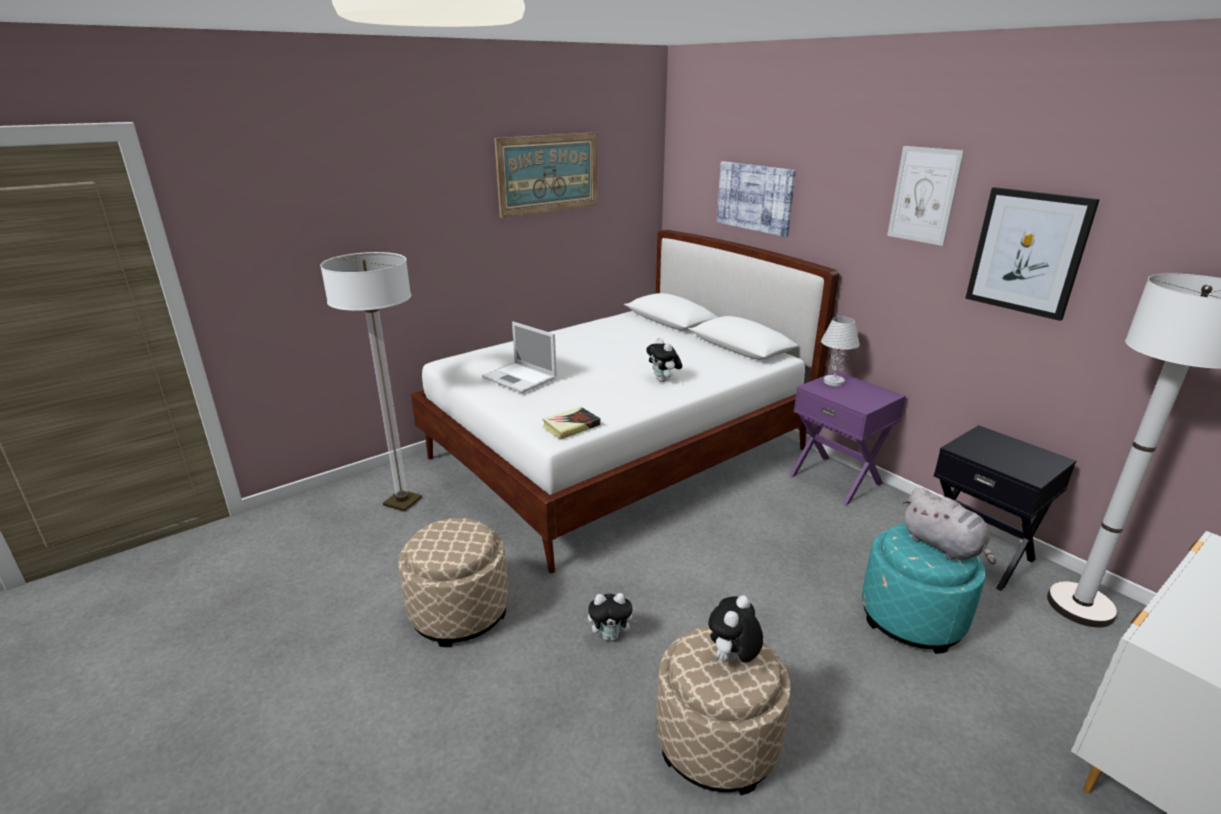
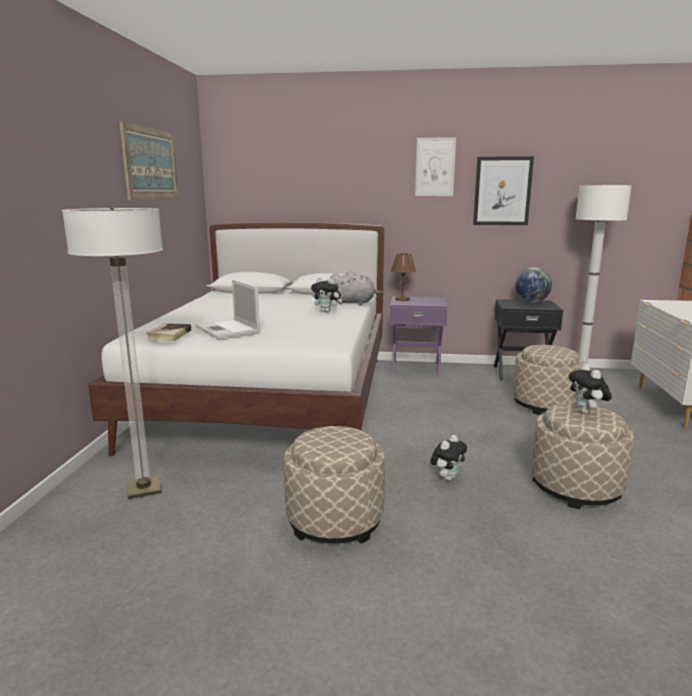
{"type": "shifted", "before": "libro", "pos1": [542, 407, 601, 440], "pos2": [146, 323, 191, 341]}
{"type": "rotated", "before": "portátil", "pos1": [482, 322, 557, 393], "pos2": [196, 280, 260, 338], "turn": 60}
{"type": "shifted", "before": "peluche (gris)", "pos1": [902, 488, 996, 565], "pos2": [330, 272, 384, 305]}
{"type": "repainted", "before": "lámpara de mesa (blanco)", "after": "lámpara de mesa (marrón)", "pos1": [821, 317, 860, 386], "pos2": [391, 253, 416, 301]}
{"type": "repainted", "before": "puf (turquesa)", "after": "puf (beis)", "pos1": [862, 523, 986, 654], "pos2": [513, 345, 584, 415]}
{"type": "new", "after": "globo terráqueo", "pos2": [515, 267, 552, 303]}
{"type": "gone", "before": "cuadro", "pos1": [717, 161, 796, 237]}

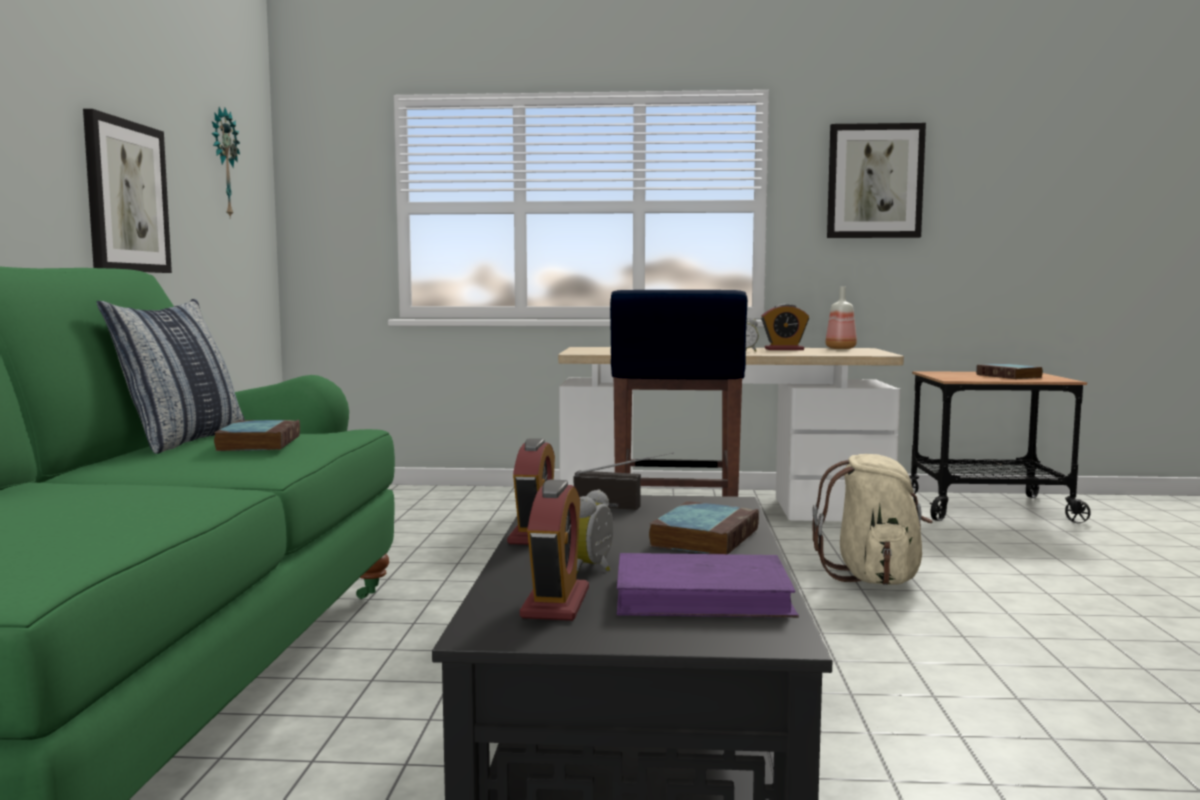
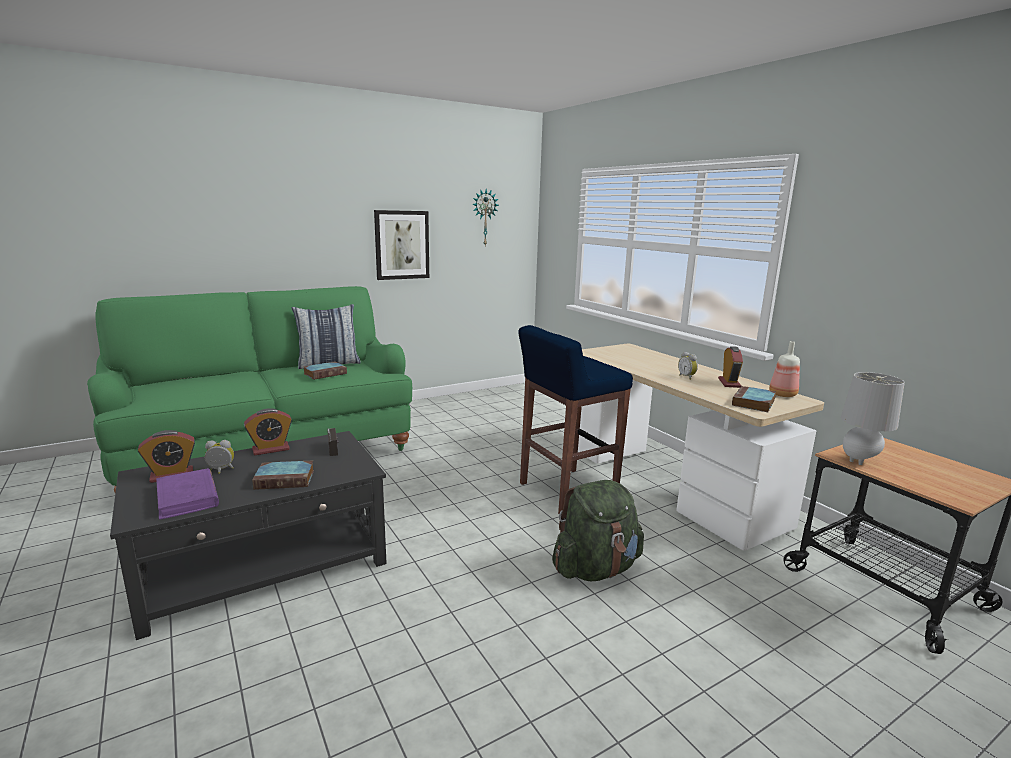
{"type": "repainted", "before": "mochila (beis)", "after": "mochila (verde)", "pos1": [812, 454, 933, 585], "pos2": [552, 480, 644, 581]}
{"type": "rotated", "before": "despertador", "pos1": [761, 304, 809, 350], "pos2": [718, 346, 743, 388], "turn": -135}
{"type": "shifted", "before": "libro", "pos1": [976, 363, 1043, 379], "pos2": [732, 386, 776, 412]}
{"type": "new", "after": "lámpara de mesa (gris)", "pos2": [841, 372, 905, 465]}
{"type": "gone", "before": "cuadro", "pos1": [827, 123, 926, 238]}

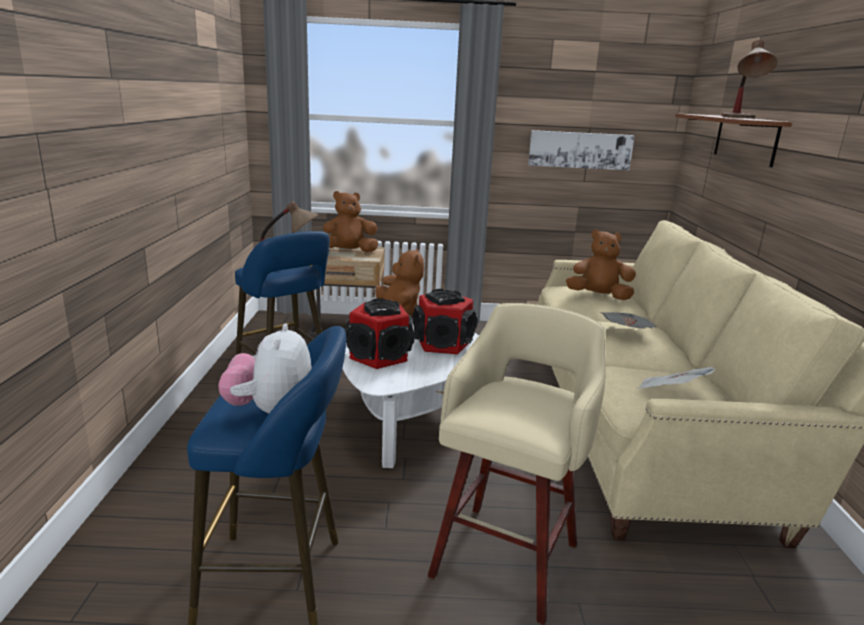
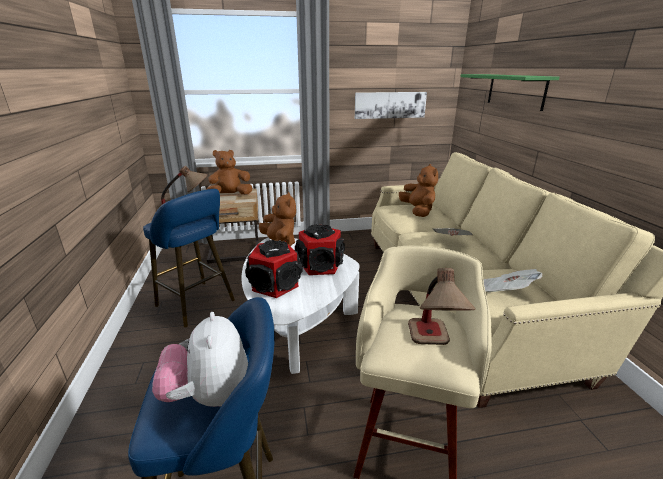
{"type": "rotated", "before": "peluche (marrón)", "pos1": [566, 229, 636, 300], "pos2": [399, 164, 438, 217], "turn": 75}
{"type": "shifted", "before": "lámpara de mesa", "pos1": [721, 40, 778, 119], "pos2": [408, 268, 475, 345]}
{"type": "repainted", "before": "estante (marrón)", "after": "estante (verde)", "pos1": [675, 113, 792, 167], "pos2": [460, 74, 559, 111]}

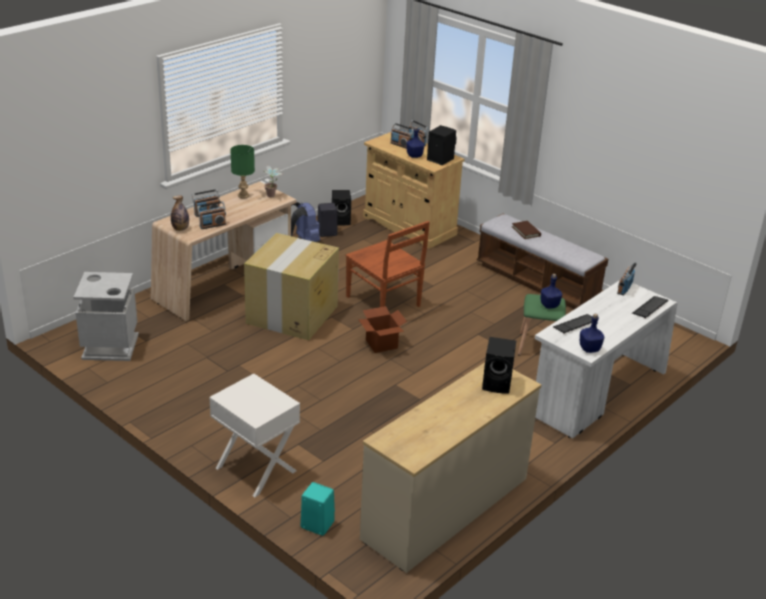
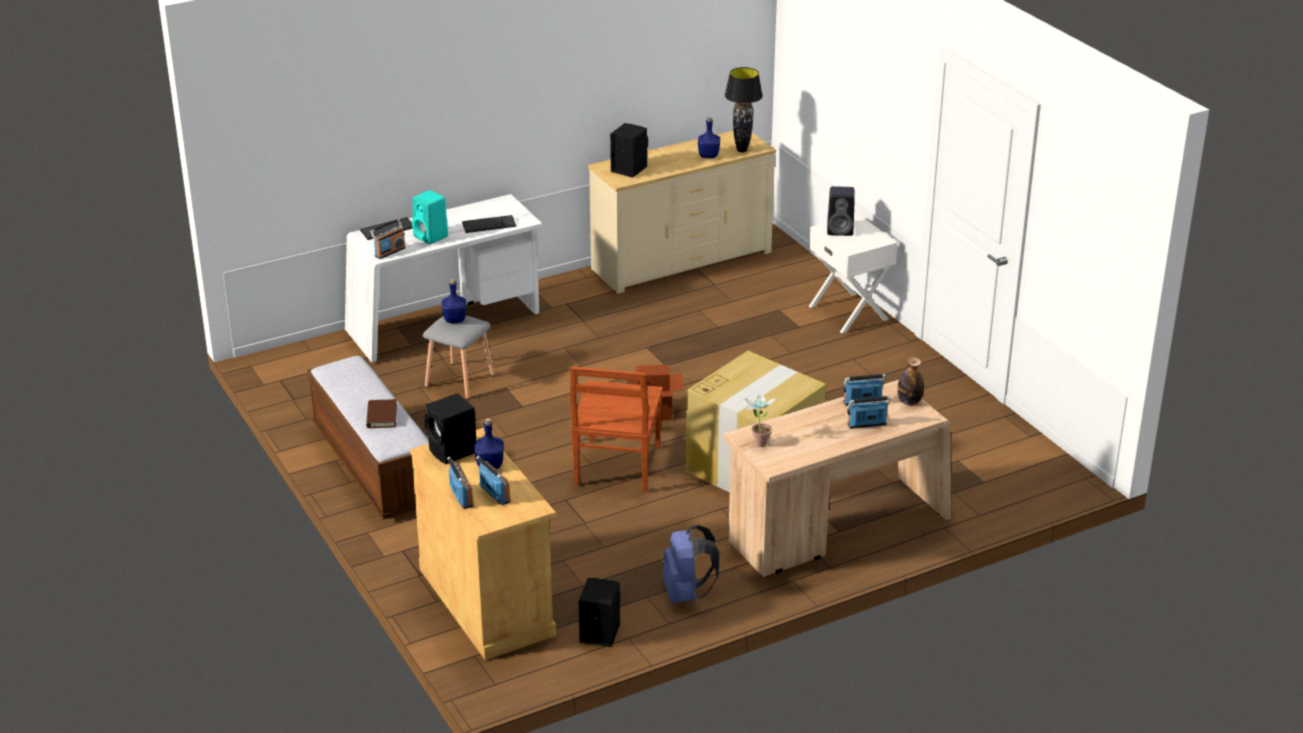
{"type": "shifted", "before": "altavoz (turquesa)", "pos1": [301, 482, 335, 536], "pos2": [412, 190, 448, 244]}
{"type": "repainted", "before": "taburete (verde)", "after": "taburete (gris)", "pos1": [518, 294, 566, 356], "pos2": [423, 316, 495, 400]}
{"type": "rotated", "before": "silla (marrón)", "pos1": [345, 221, 430, 307], "pos2": [570, 366, 663, 493], "turn": -150}
{"type": "shifted", "before": "botella (azul)", "pos1": [580, 314, 604, 353], "pos2": [698, 117, 720, 158]}
{"type": "new", "after": "lámpara de mesa (negro)", "pos2": [725, 67, 763, 152]}
{"type": "shifted", "before": "altavoz (negro)", "pos1": [317, 203, 338, 237], "pos2": [827, 186, 855, 236]}
{"type": "gone", "before": "papelera (gris)", "pos1": [73, 272, 139, 361]}
{"type": "gone", "before": "lámpara de mesa (verde)", "pos1": [230, 145, 255, 199]}

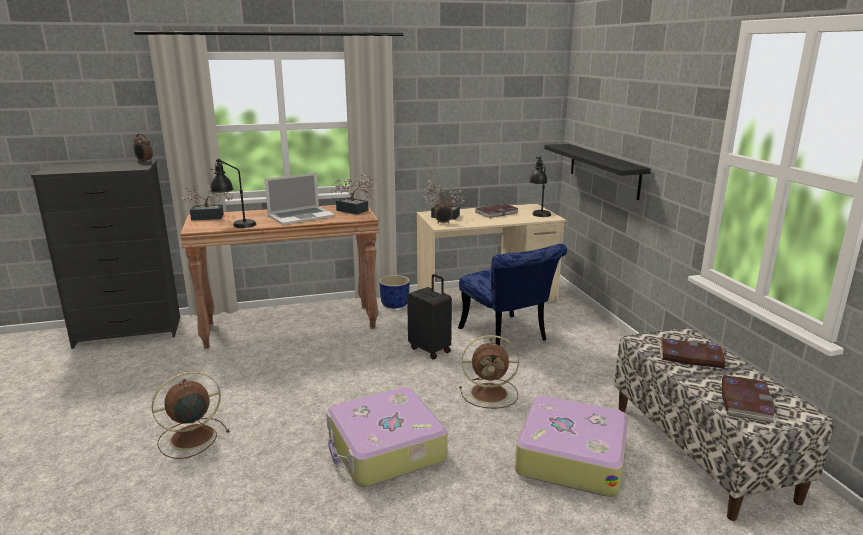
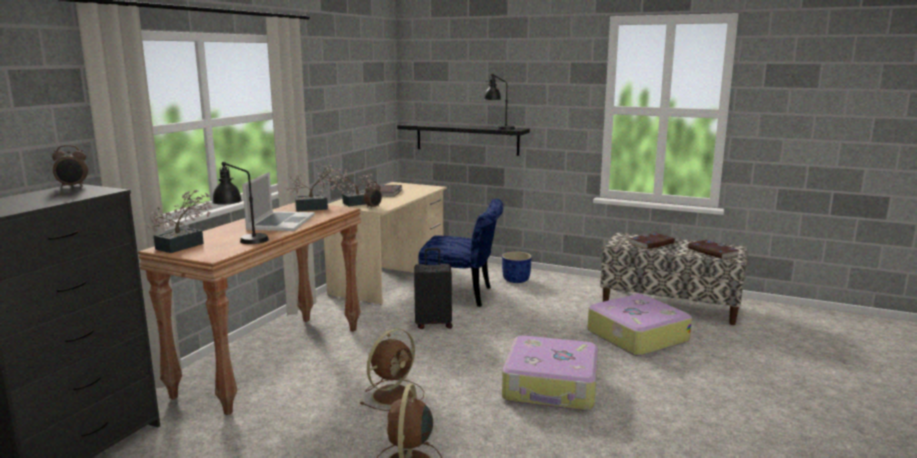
{"type": "shifted", "before": "ventilador (marrón)", "pos1": [459, 335, 519, 409], "pos2": [361, 328, 424, 411]}
{"type": "shifted", "before": "lámpara de mesa (negro)", "pos1": [529, 156, 551, 217], "pos2": [484, 74, 515, 130]}
{"type": "shifted", "before": "maceta (azul)", "pos1": [379, 275, 410, 309], "pos2": [502, 252, 532, 283]}

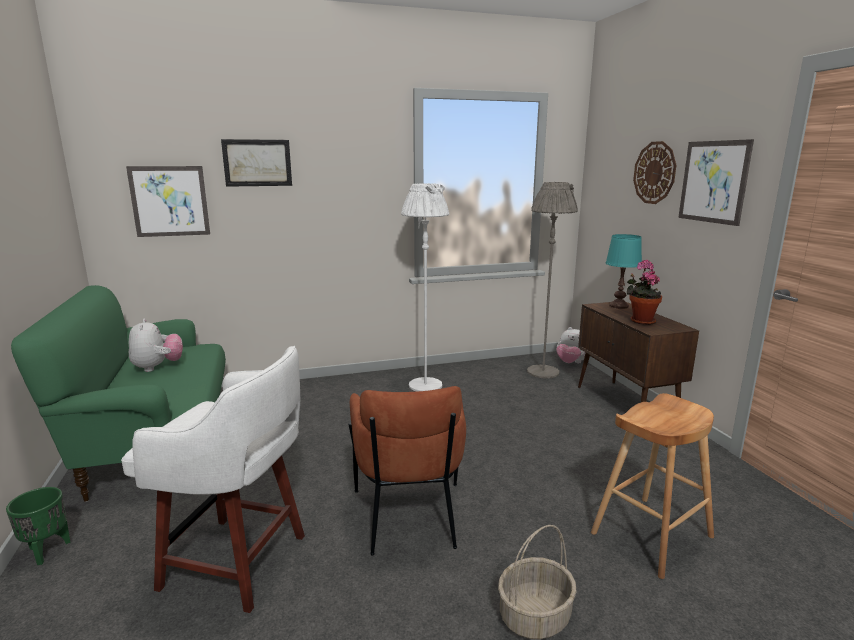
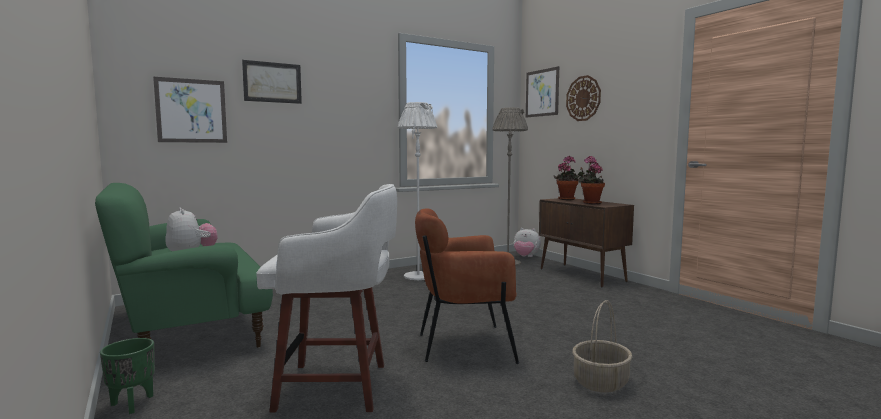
{"type": "rotated", "before": "sillón (marrón)", "pos1": [348, 386, 466, 556], "pos2": [415, 208, 519, 364], "turn": 105}
{"type": "shifted", "before": "cuadro", "pos1": [678, 139, 754, 226], "pos2": [526, 66, 559, 118]}
{"type": "swapped", "before": "lámpara de mesa (turquesa)", "after": "planta en maceta", "pos1": [606, 234, 642, 309], "pos2": [554, 156, 580, 200]}
{"type": "gone", "before": "taburete (marrón)", "pos1": [591, 393, 714, 579]}

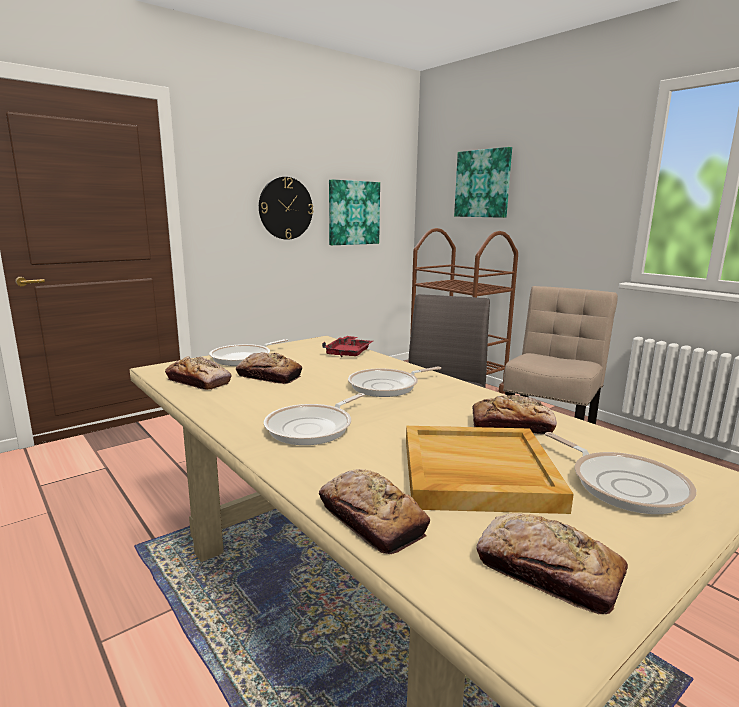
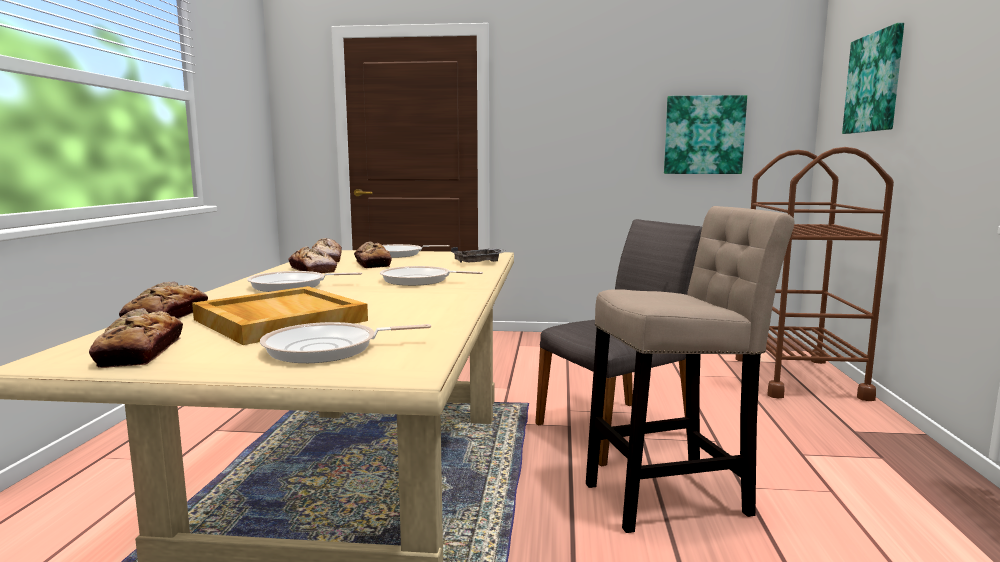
{"type": "rotated", "before": "sartén", "pos1": [545, 432, 696, 514], "pos2": [260, 322, 431, 363], "turn": 60}
{"type": "shifted", "before": "pan", "pos1": [472, 395, 557, 435], "pos2": [289, 246, 337, 273]}
{"type": "repainted", "before": "bandeja (rojo)", "after": "bandeja (gris)", "pos1": [322, 336, 373, 357], "pos2": [451, 247, 503, 263]}
{"type": "gone", "before": "reloj de pared", "pos1": [259, 177, 313, 240]}

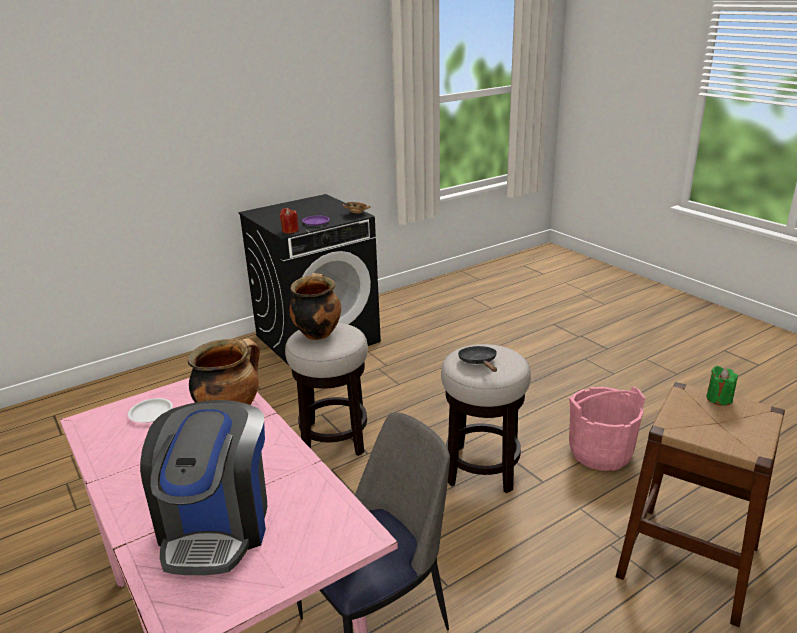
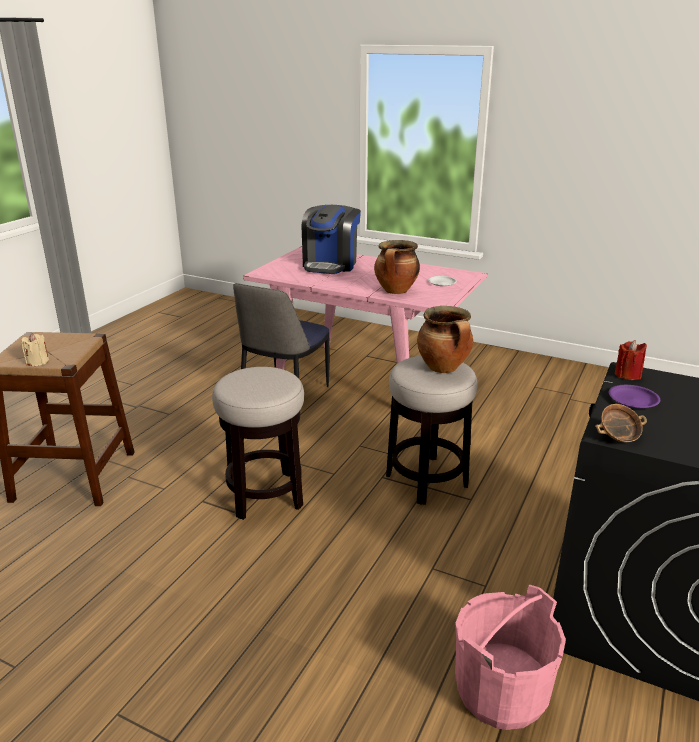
{"type": "repainted", "before": "vela (verde)", "after": "vela (beis)", "pos1": [706, 365, 738, 406], "pos2": [22, 333, 49, 366]}
{"type": "rotated", "before": "cafetera", "pos1": [140, 400, 267, 575], "pos2": [302, 205, 361, 274], "turn": -135}
{"type": "shifted", "before": "cubo (rosa)", "pos1": [569, 387, 645, 471], "pos2": [455, 585, 566, 730]}
{"type": "gone", "before": "sartén (negro)", "pos1": [458, 346, 497, 372]}

